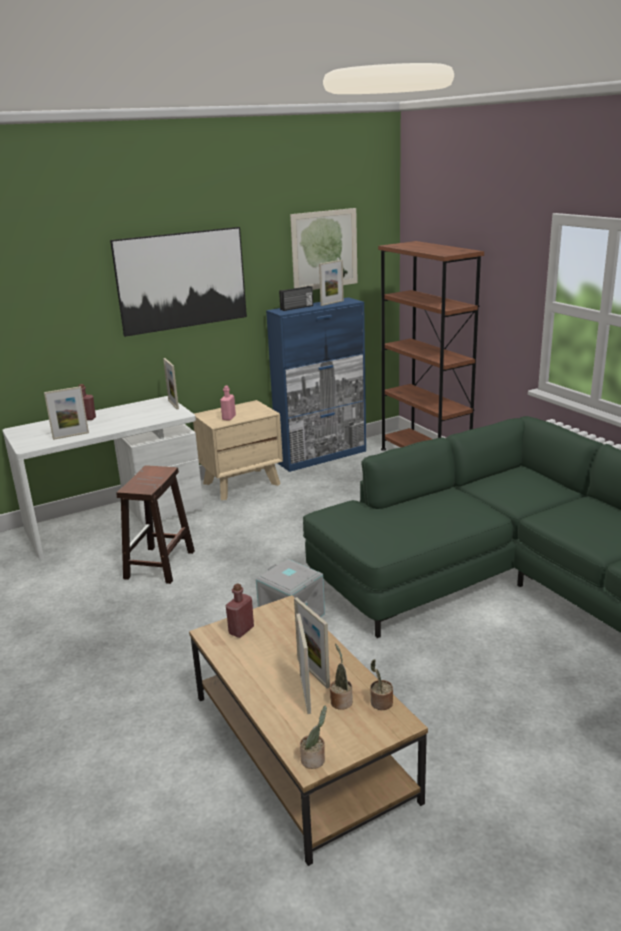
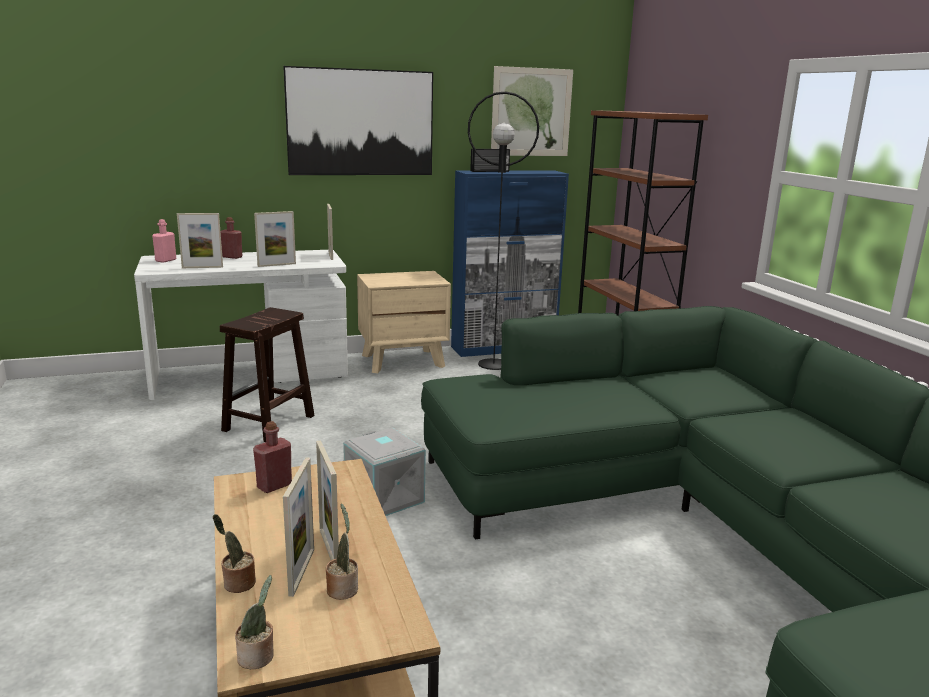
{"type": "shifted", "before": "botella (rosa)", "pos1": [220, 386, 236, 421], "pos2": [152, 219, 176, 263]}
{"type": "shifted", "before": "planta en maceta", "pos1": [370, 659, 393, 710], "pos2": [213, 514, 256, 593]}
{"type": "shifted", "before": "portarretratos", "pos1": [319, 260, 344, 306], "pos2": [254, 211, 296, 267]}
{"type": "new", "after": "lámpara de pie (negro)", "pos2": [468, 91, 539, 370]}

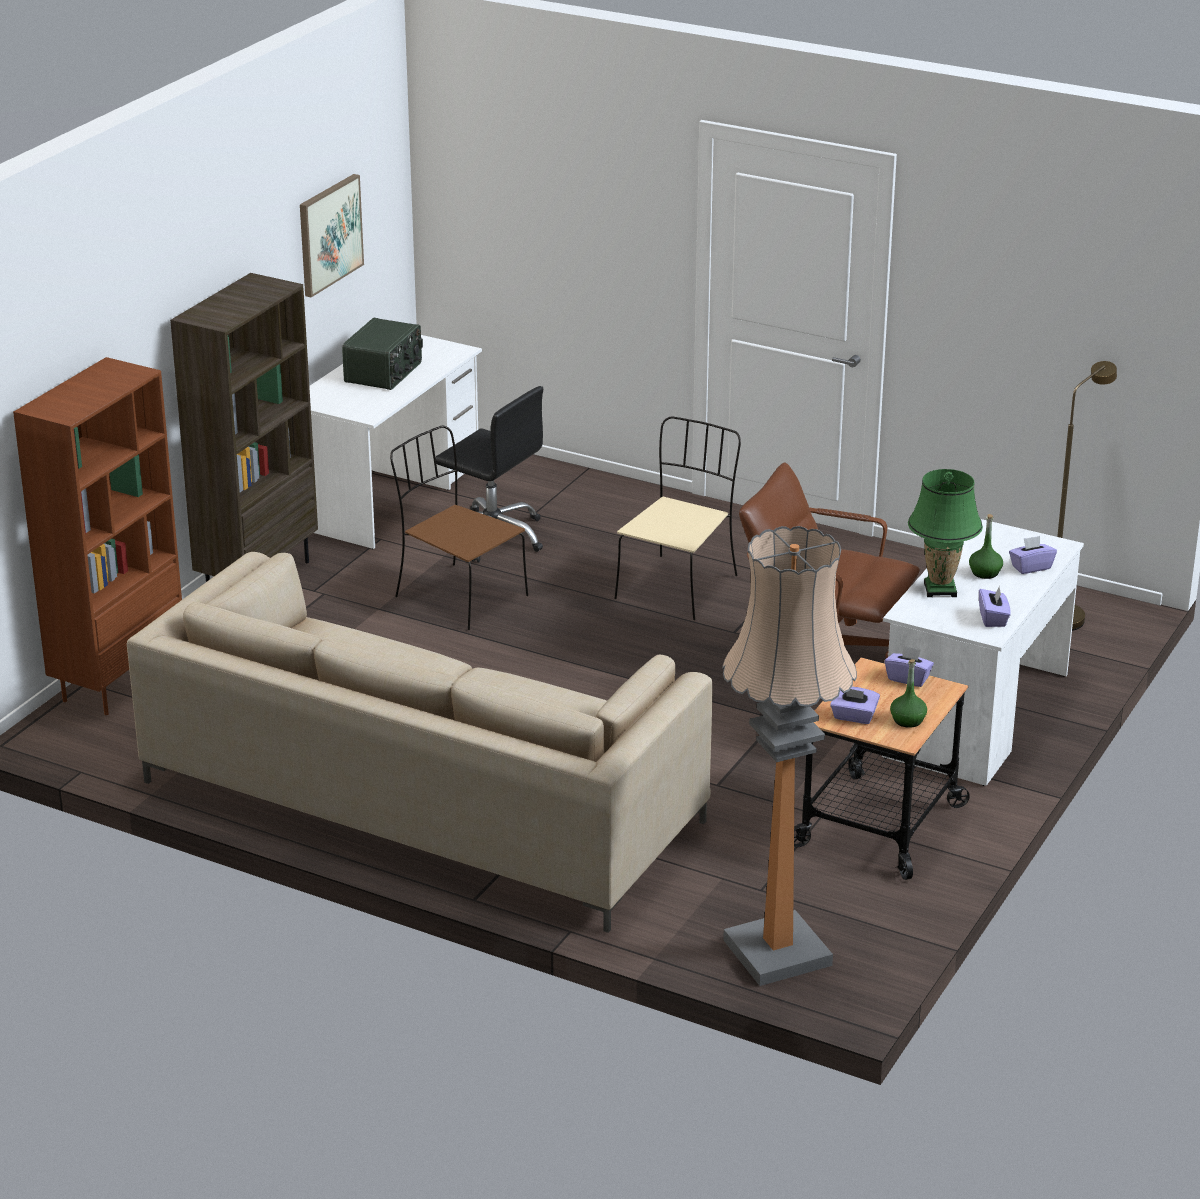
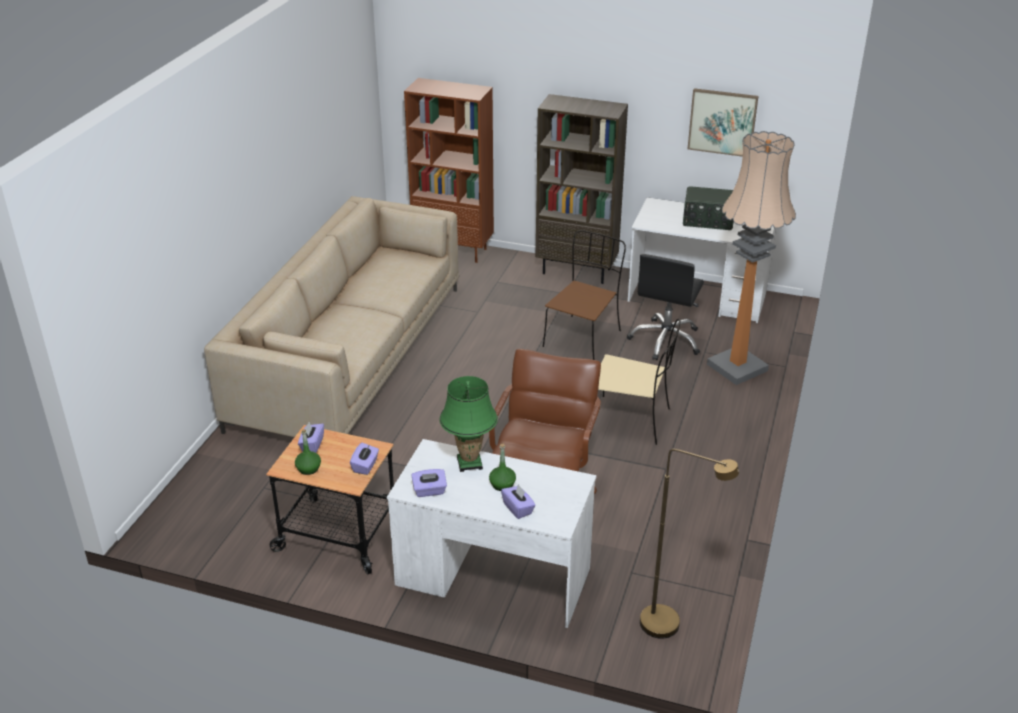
{"type": "shifted", "before": "lámpara de pie", "pos1": [722, 526, 857, 986], "pos2": [707, 131, 796, 385]}

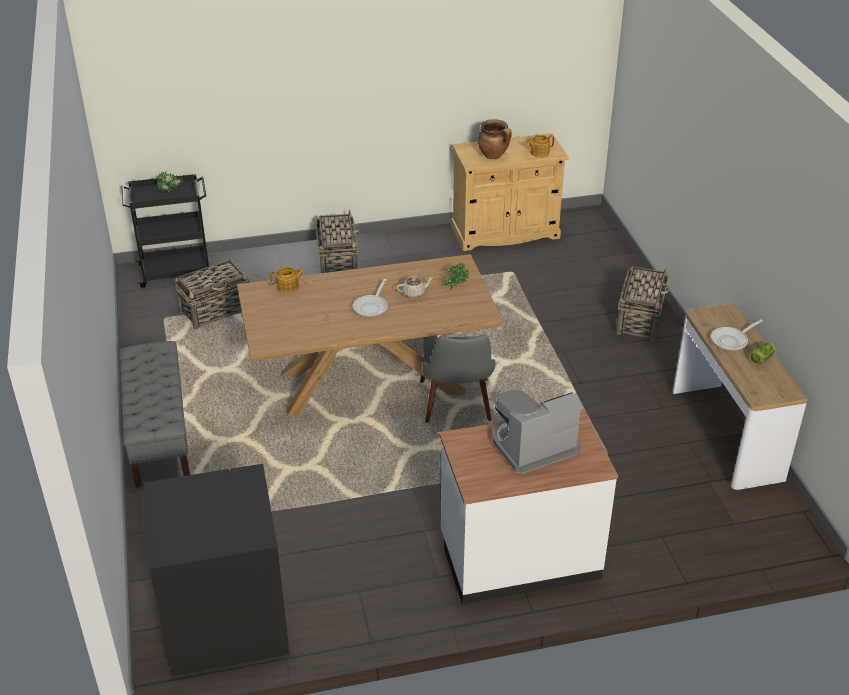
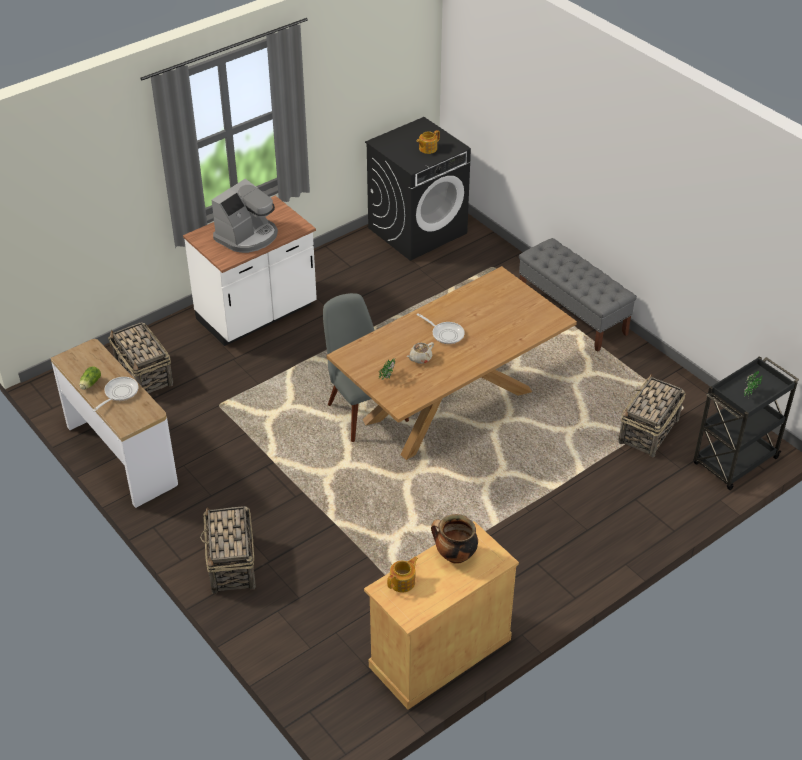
{"type": "shifted", "before": "cesta", "pos1": [316, 210, 359, 273], "pos2": [108, 322, 173, 393]}
{"type": "shifted", "before": "tetera", "pos1": [270, 267, 305, 294], "pos2": [416, 130, 440, 154]}
{"type": "rotated", "before": "sartén", "pos1": [353, 279, 388, 317], "pos2": [417, 313, 465, 344], "turn": 135}

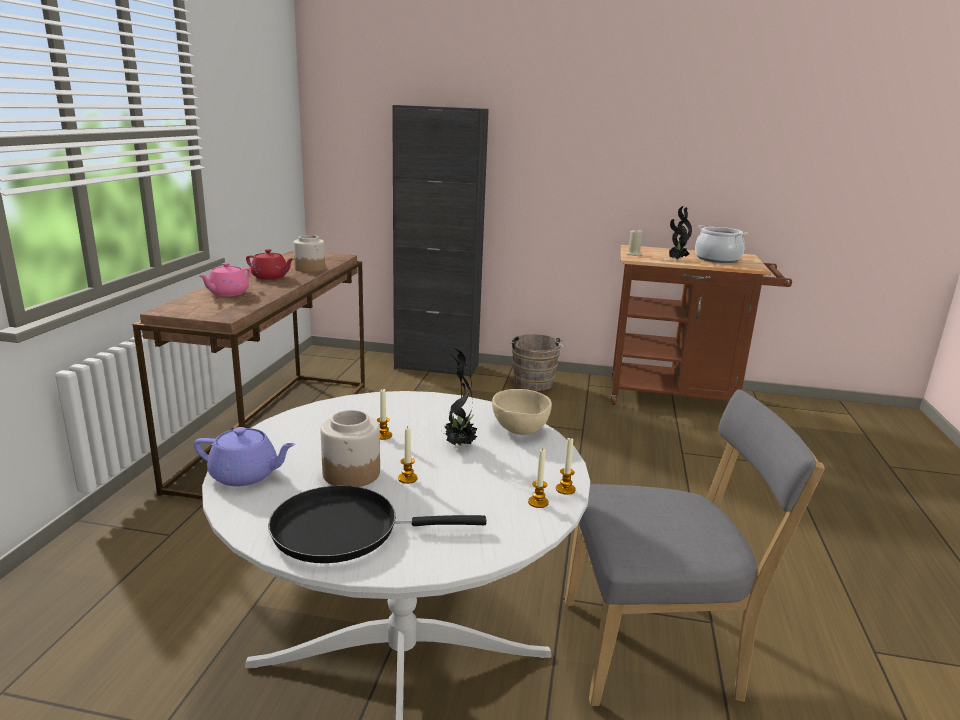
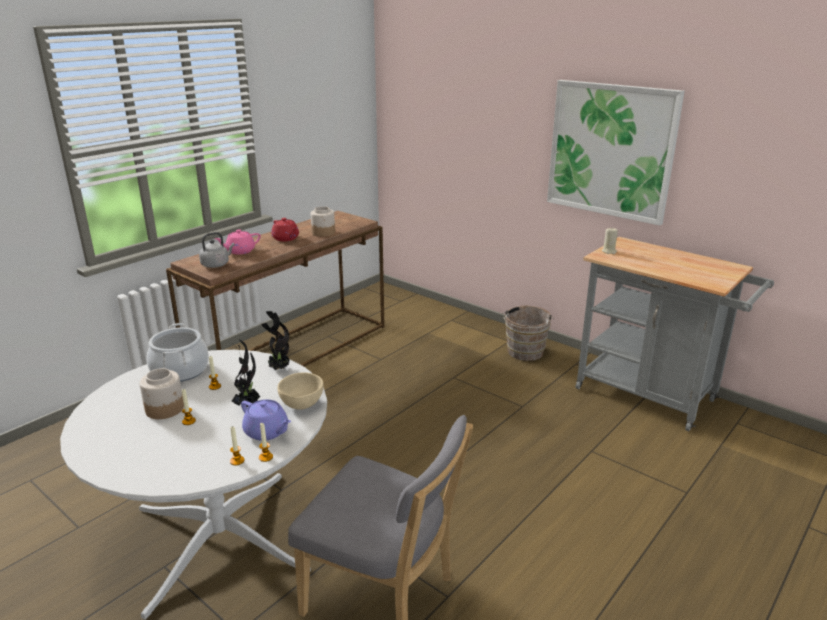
{"type": "shifted", "before": "olla", "pos1": [695, 225, 748, 263], "pos2": [147, 323, 209, 382]}
{"type": "new", "after": "hervidor (gris)", "pos2": [199, 232, 235, 268]}
{"type": "shifted", "before": "tetera (morado)", "pos1": [194, 427, 296, 486], "pos2": [241, 400, 291, 441]}
{"type": "shifted", "before": "planta en maceta", "pos1": [669, 206, 692, 260], "pos2": [262, 311, 290, 371]}
{"type": "new", "after": "cuadro", "pos2": [547, 80, 685, 226]}
{"type": "repainted", "before": "carrito (marrón)", "after": "carrito (gris)", "pos1": [611, 245, 792, 405], "pos2": [576, 237, 774, 431]}
{"type": "gone", "before": "sartén (negro)", "pos1": [268, 485, 487, 563]}
{"type": "gone", "before": "armario (negro)", "pos1": [392, 105, 489, 377]}

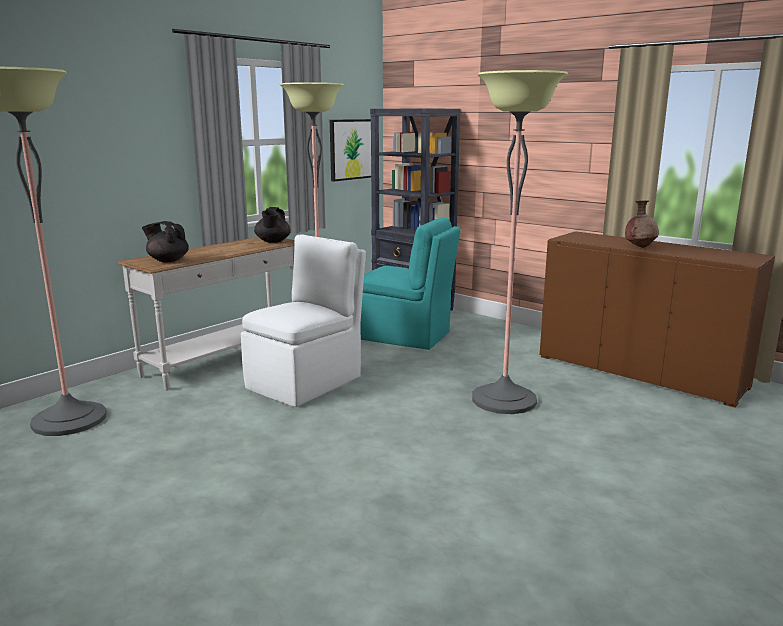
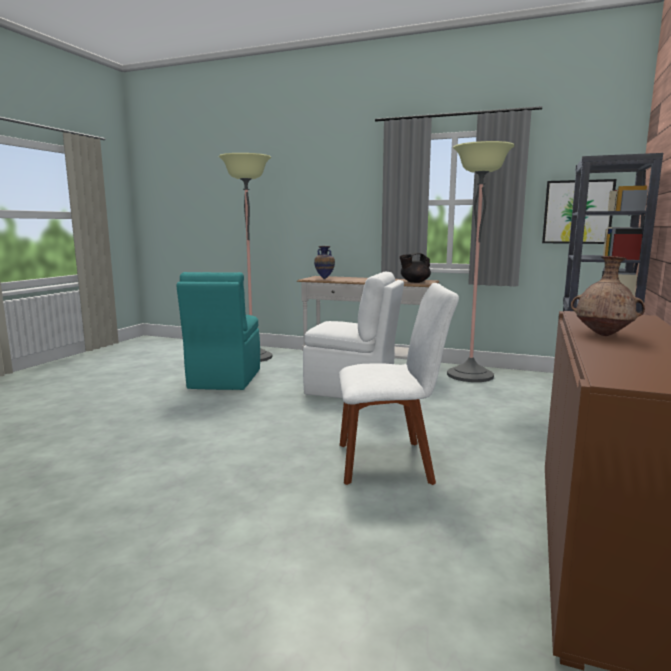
{"type": "shifted", "before": "silla (turquesa)", "pos1": [360, 217, 461, 350], "pos2": [177, 272, 260, 390]}
{"type": "swapped", "before": "tetera (negro)", "after": "florero", "pos1": [142, 221, 189, 263], "pos2": [314, 246, 335, 279]}
{"type": "swapped", "before": "lámpara de pie", "after": "silla (blanco)", "pos1": [472, 70, 568, 414], "pos2": [339, 283, 459, 485]}

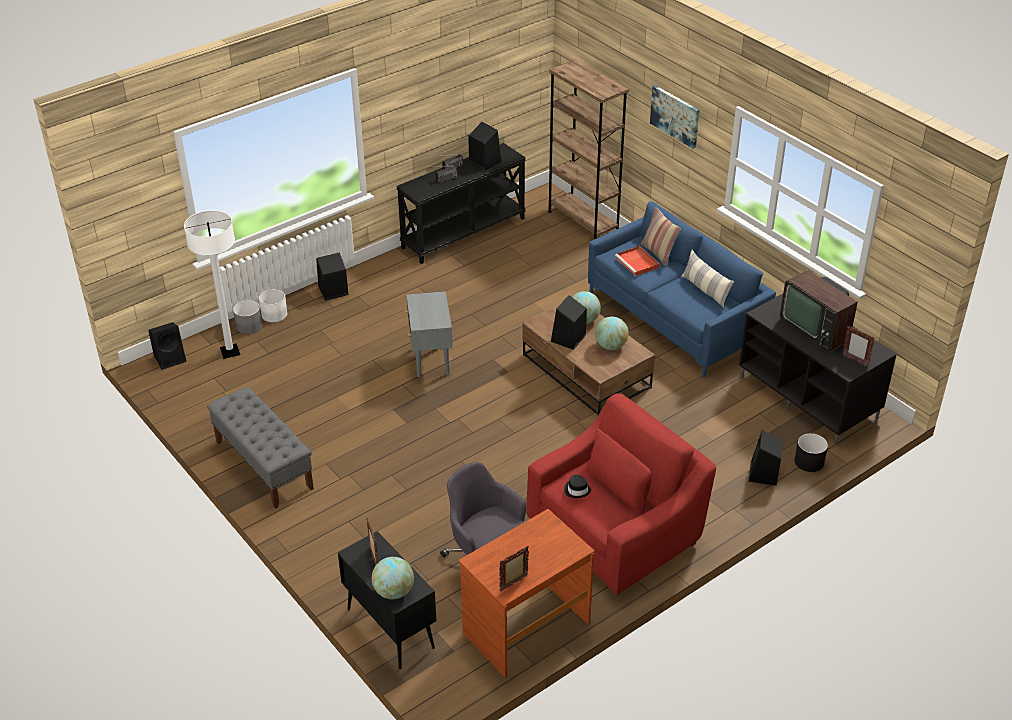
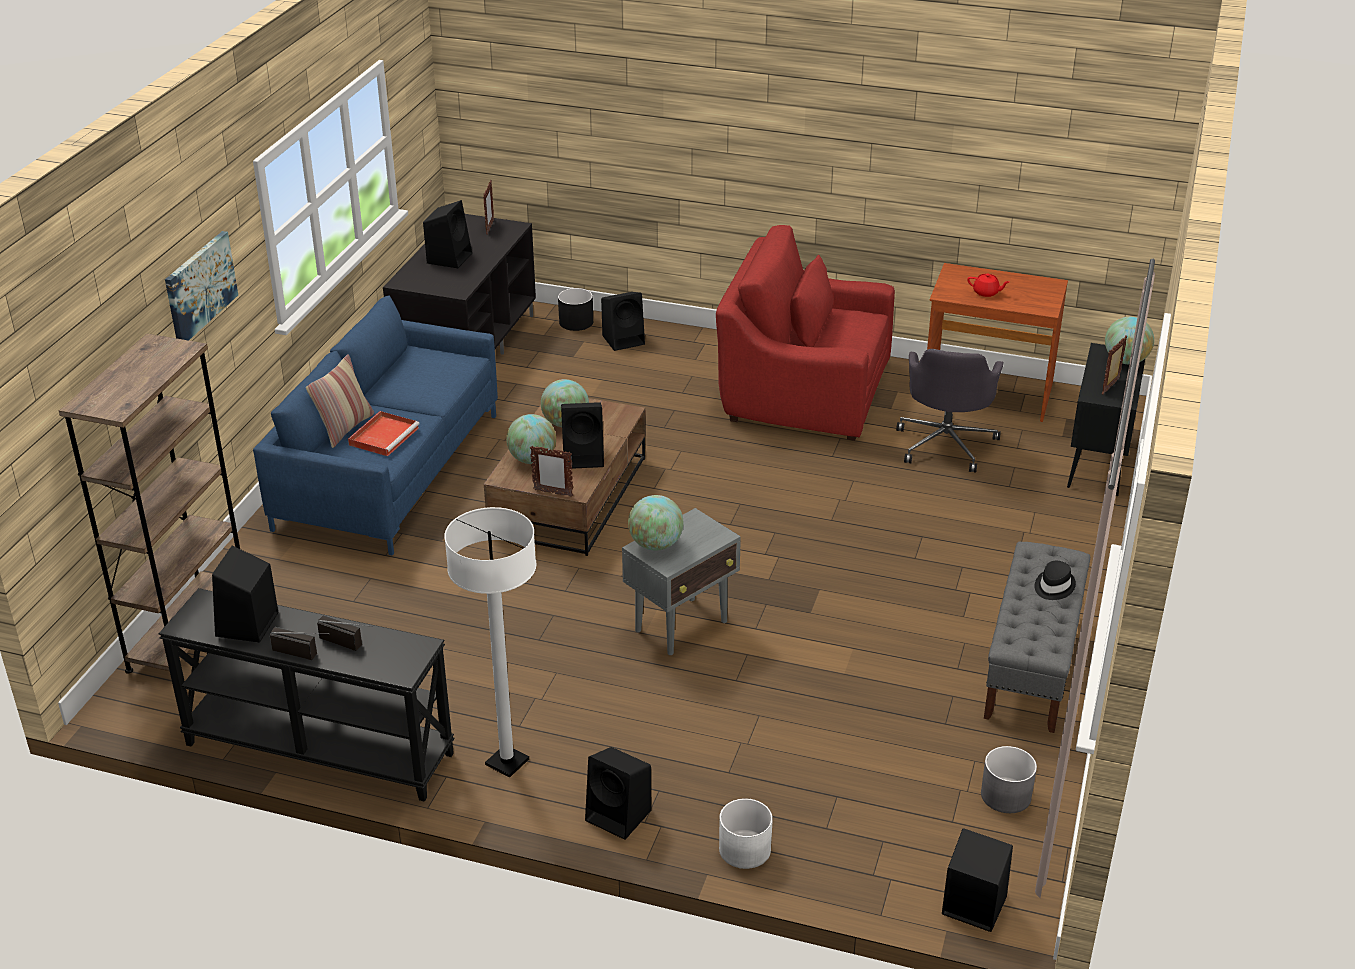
{"type": "swapped", "before": "televisor", "after": "altavoz (negro)", "pos1": [780, 271, 858, 352], "pos2": [423, 200, 472, 268]}
{"type": "shifted", "before": "lámpara de pie (blanco)", "pos1": [184, 210, 240, 359], "pos2": [444, 507, 536, 777]}
{"type": "shifted", "before": "portarretratos", "pos1": [499, 546, 529, 592], "pos2": [530, 446, 573, 497]}
{"type": "new", "after": "globo terráqueo", "pos2": [628, 495, 684, 551]}
{"type": "new", "after": "tetera (rojo)", "pos2": [967, 273, 1010, 297]}
{"type": "shifted", "before": "maceta (gris)", "pos1": [233, 300, 262, 334], "pos2": [981, 746, 1037, 813]}
{"type": "shifted", "before": "sombrero (negro)", "pos1": [564, 475, 591, 498], "pos2": [1034, 561, 1076, 600]}
{"type": "gone", "before": "cojín", "pos1": [681, 250, 735, 308]}

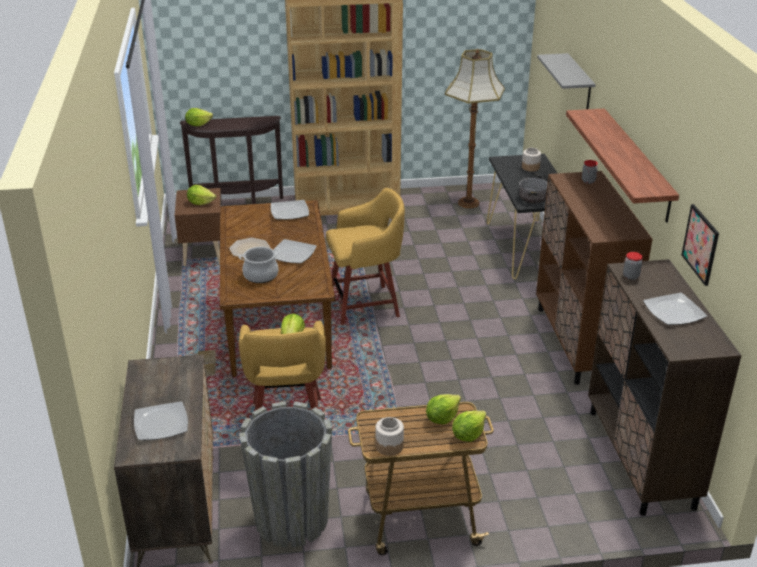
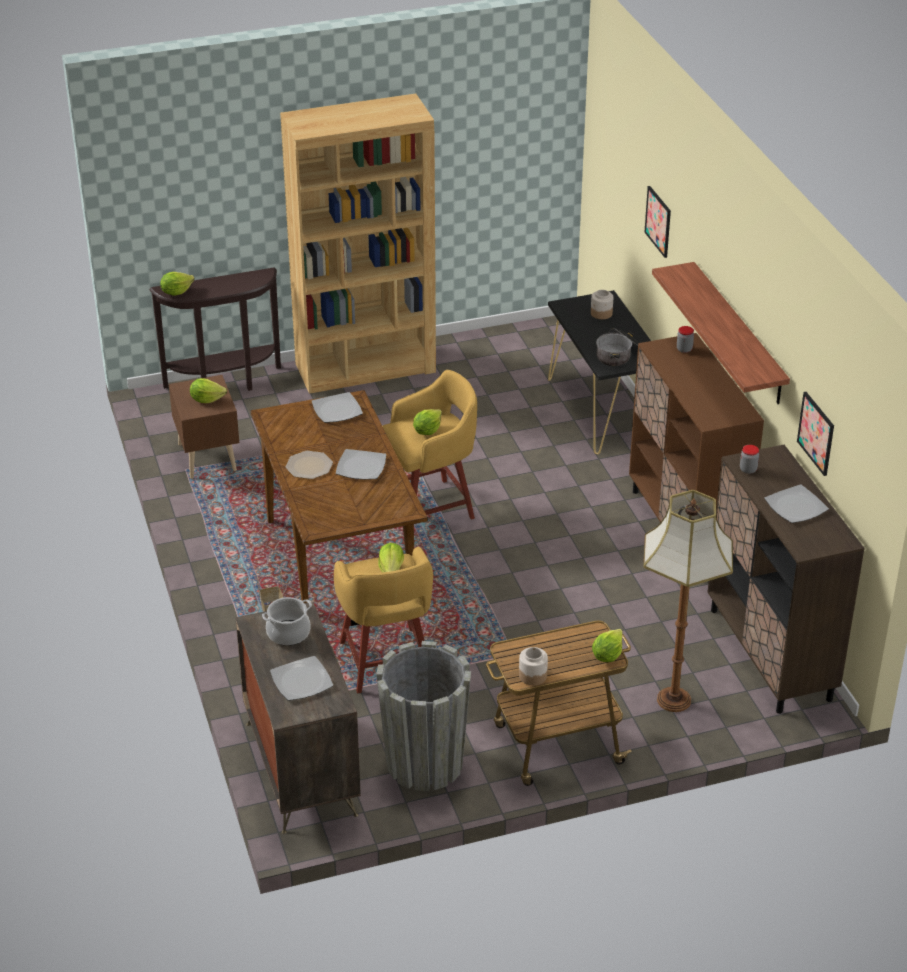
{"type": "shifted", "before": "olla", "pos1": [238, 247, 280, 283], "pos2": [262, 597, 312, 646]}
{"type": "shifted", "before": "lechuga", "pos1": [426, 394, 461, 424], "pos2": [413, 409, 442, 435]}
{"type": "shifted", "before": "lámpara de pie", "pos1": [445, 49, 505, 208], "pos2": [643, 490, 733, 712]}
{"type": "swapped", "before": "estante (gris)", "after": "cuadro", "pos1": [537, 53, 596, 109], "pos2": [645, 186, 671, 258]}

